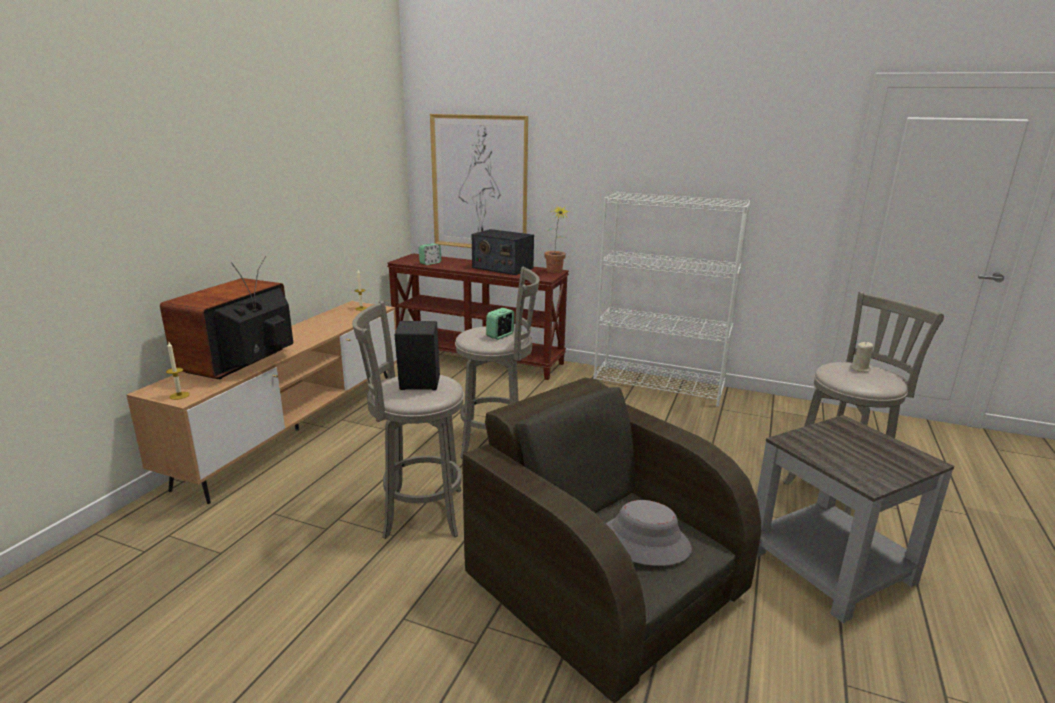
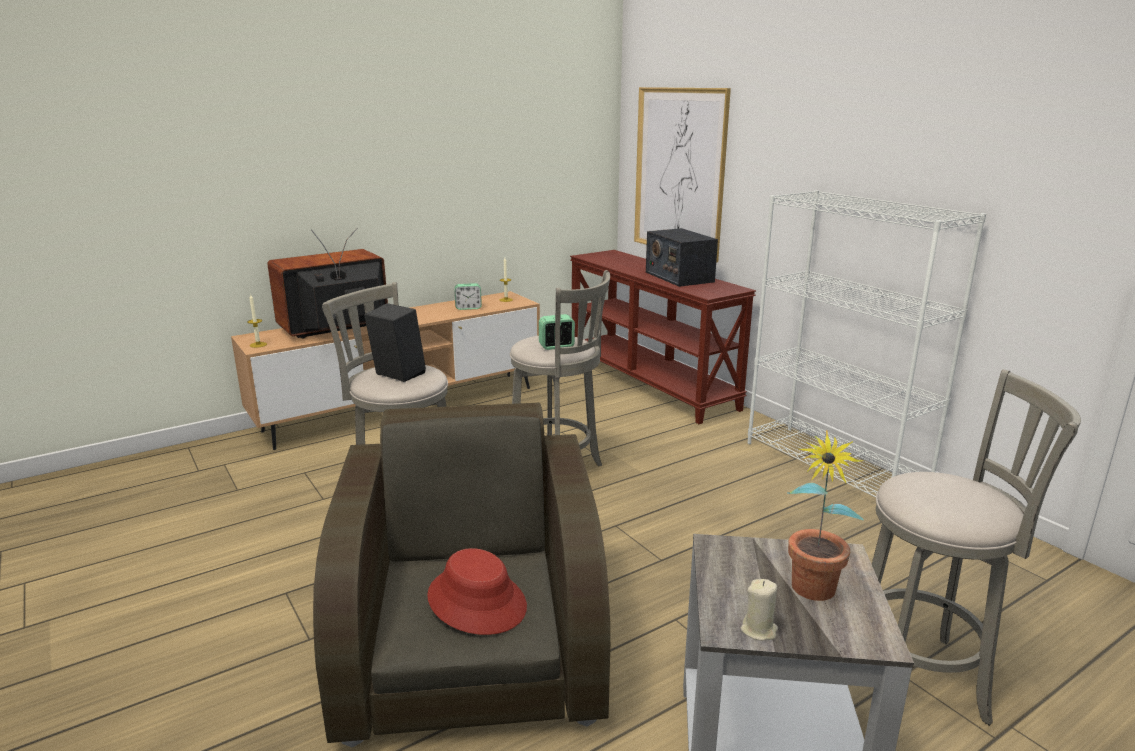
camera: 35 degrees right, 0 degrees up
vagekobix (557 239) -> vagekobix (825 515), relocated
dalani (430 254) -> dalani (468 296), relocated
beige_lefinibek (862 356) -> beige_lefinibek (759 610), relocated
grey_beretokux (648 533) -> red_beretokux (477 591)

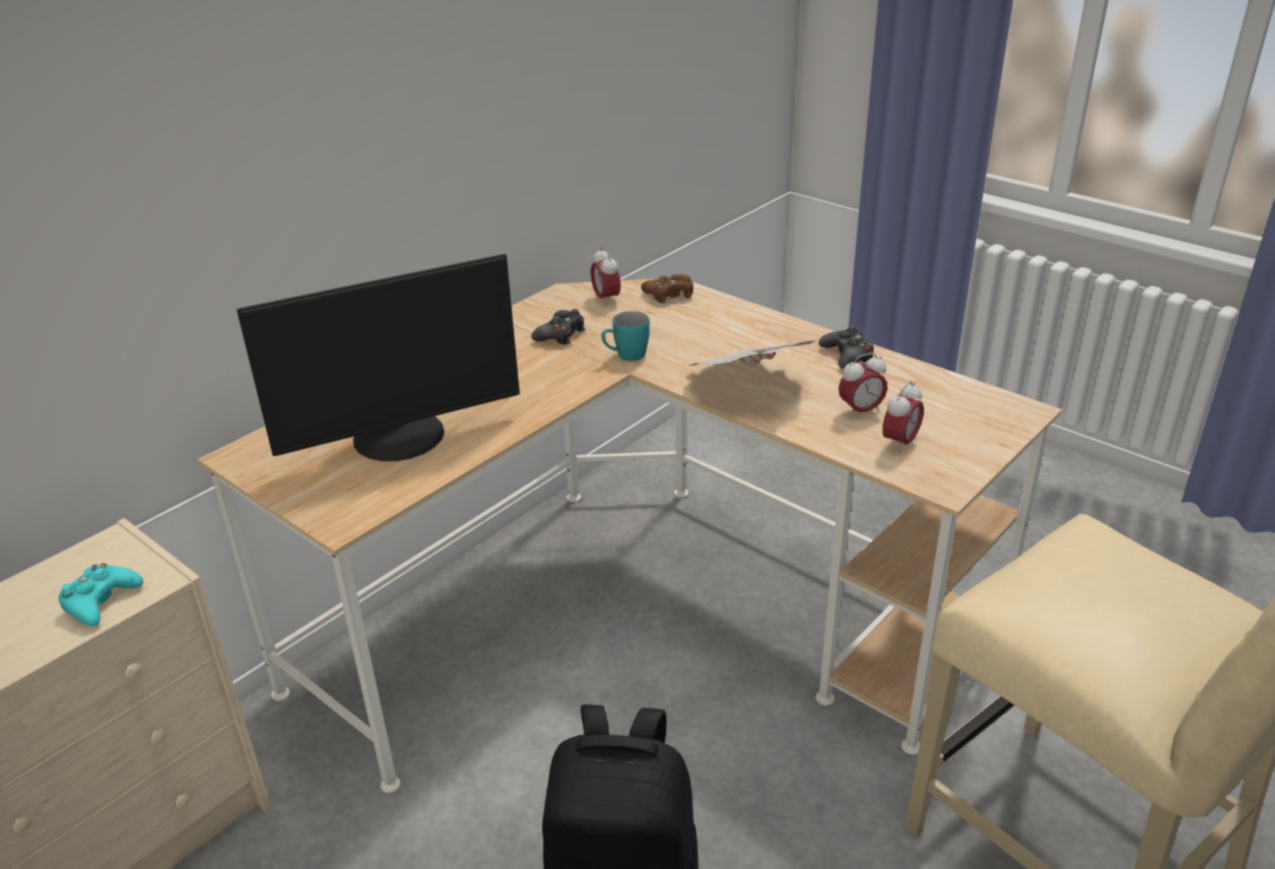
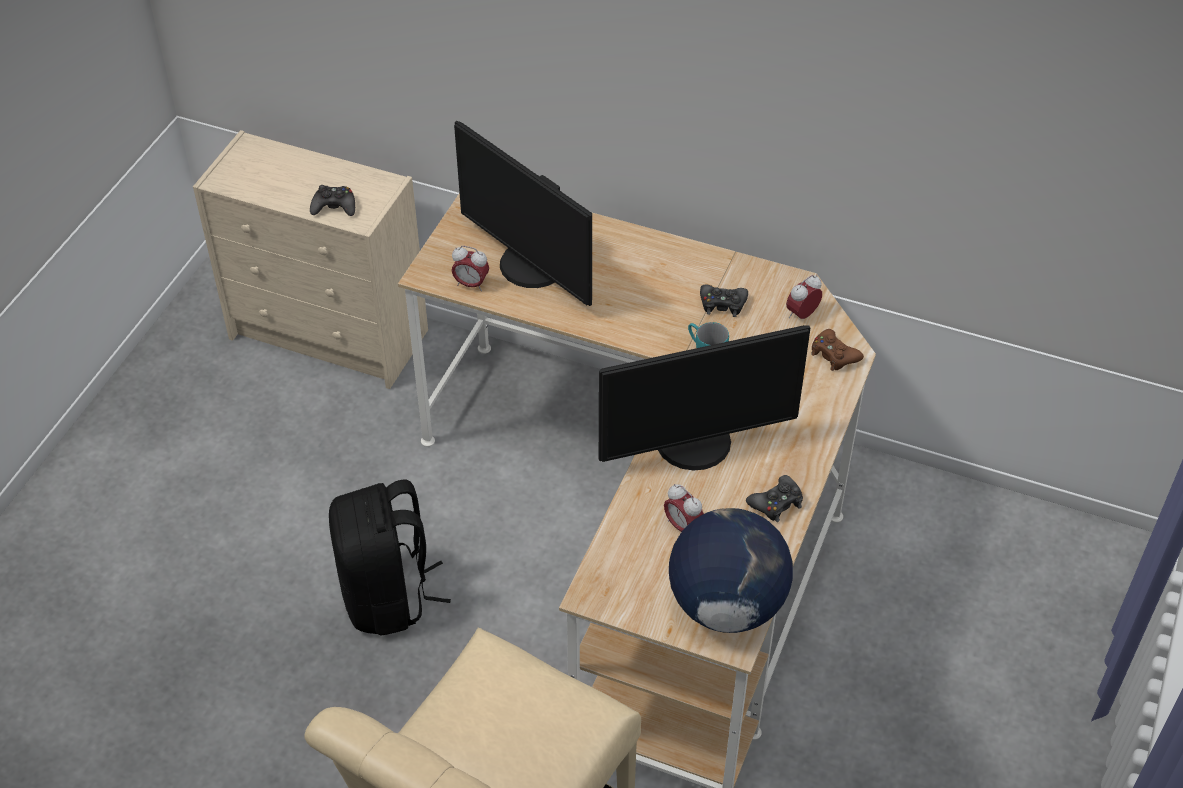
camera: 70 degrees right, 15 degrees up
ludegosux (751 353) -> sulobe (704 398)
dalani (903 417) -> dalani (470 268), relocated
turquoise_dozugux (101 595) -> black_dozugux (332 200)
none -> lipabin (731 570)

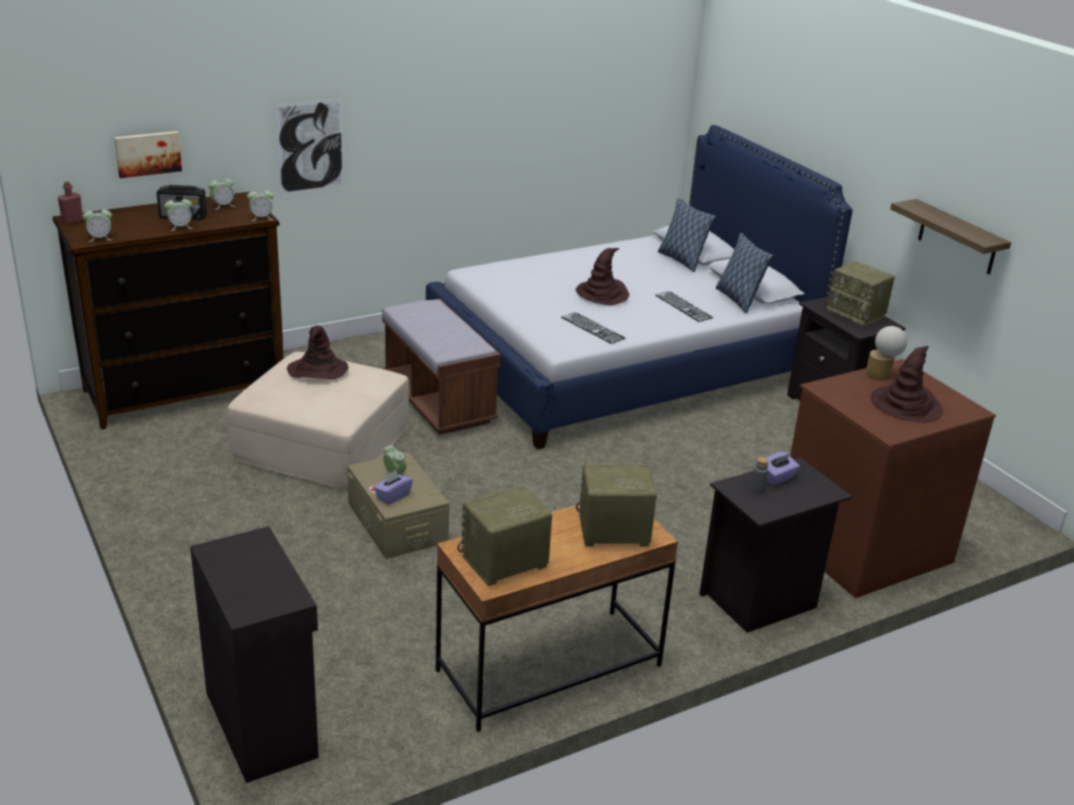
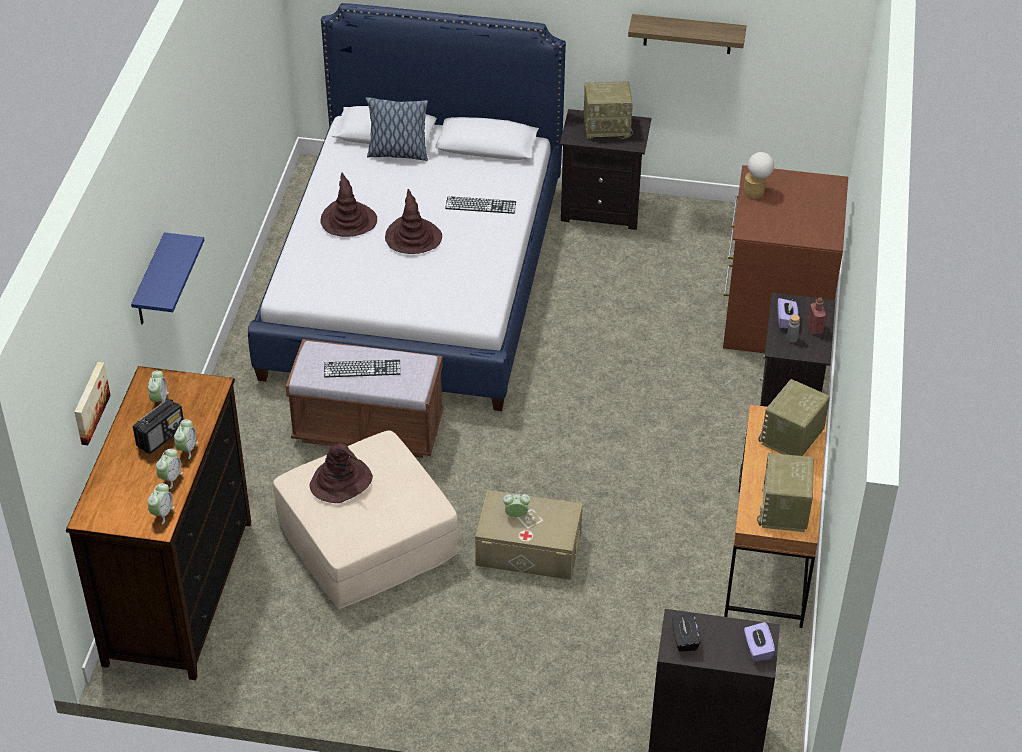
camera: 50 degrees left, 15 degrees up
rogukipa (309 146) -> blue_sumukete (167 278)
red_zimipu (70 203) -> red_zimipu (817 315), relocated
dalani (260 204) -> dalani (169 468), relocated
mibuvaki (745 273) -> none
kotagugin (593 328) -> kotagugin (362 368), relocated
brown_beretokux (907 384) -> brown_beretokux (349 205), relocated
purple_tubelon (393 487) -> purple_tubelon (759 642), relocated
none -> black_tubelon (686 632)

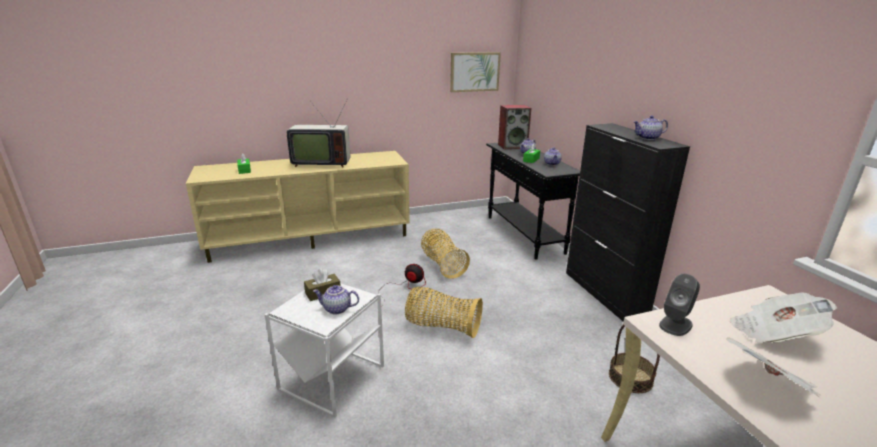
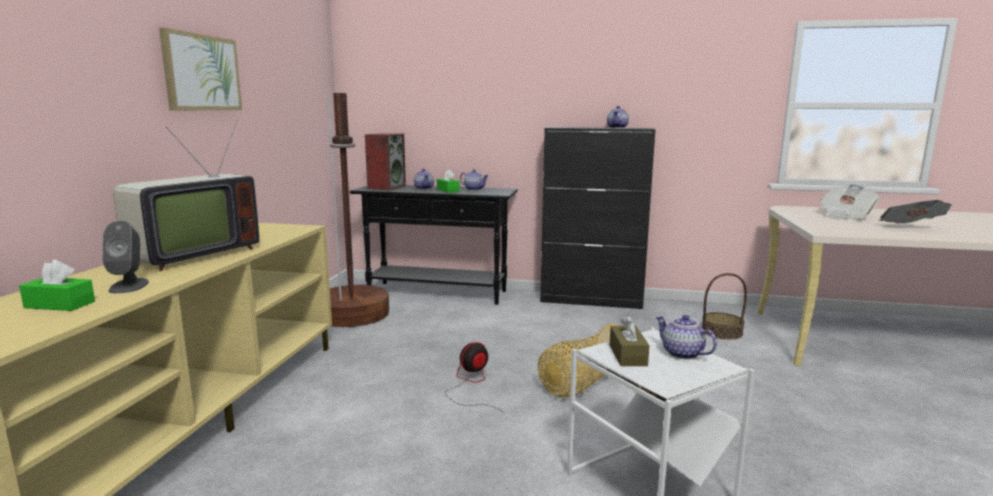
camera: 60 degrees left, 10 degrees down
rogukipa (475 72) -> rogukipa (200 69), relocated
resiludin (445 254) -> none
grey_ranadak (679 305) -> grey_ranadak (126 257), relocated
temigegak (336 300) -> temigegak (686 337), 105 degrees clockwise
none -> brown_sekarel (358 210)

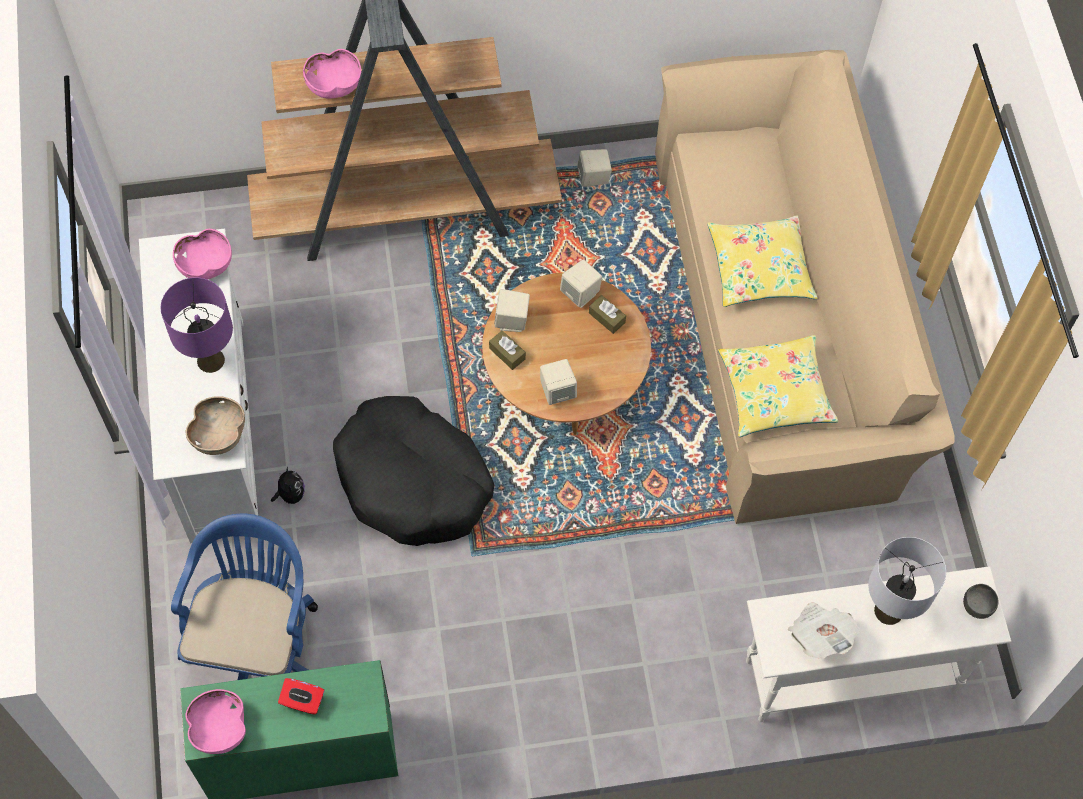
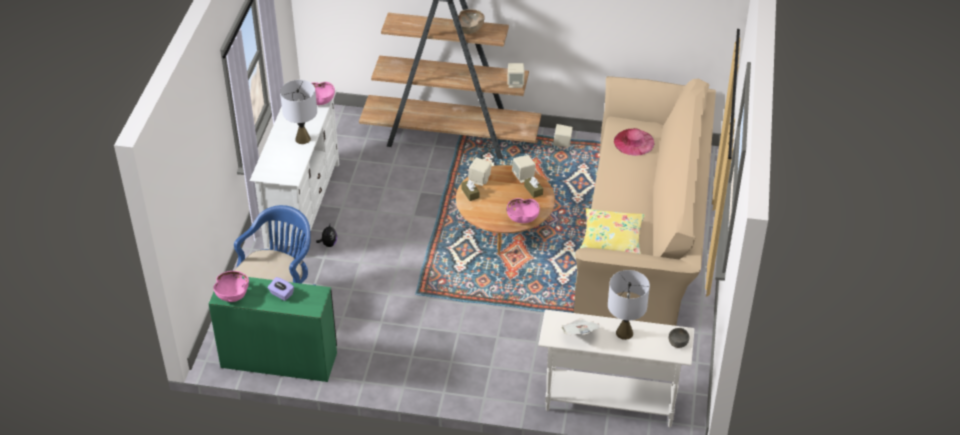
camera: 20 degrees right, 20 degrees down
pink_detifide (332 74) -> pink_detifide (523 210), relocated
yellow_mibuvaki (762 261) -> none
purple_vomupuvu (197 325) -> grey_vomupuvu (298 112)
beige_ranadak (558 382) -> beige_ranadak (515 75), relocated
brown_detifide (215 425) -> brown_detifide (469 21), relocated
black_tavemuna (413 471) -> none
red_tubelon (301 696) -> purple_tubelon (281 289)
none -> pink_beretokux (634 142)

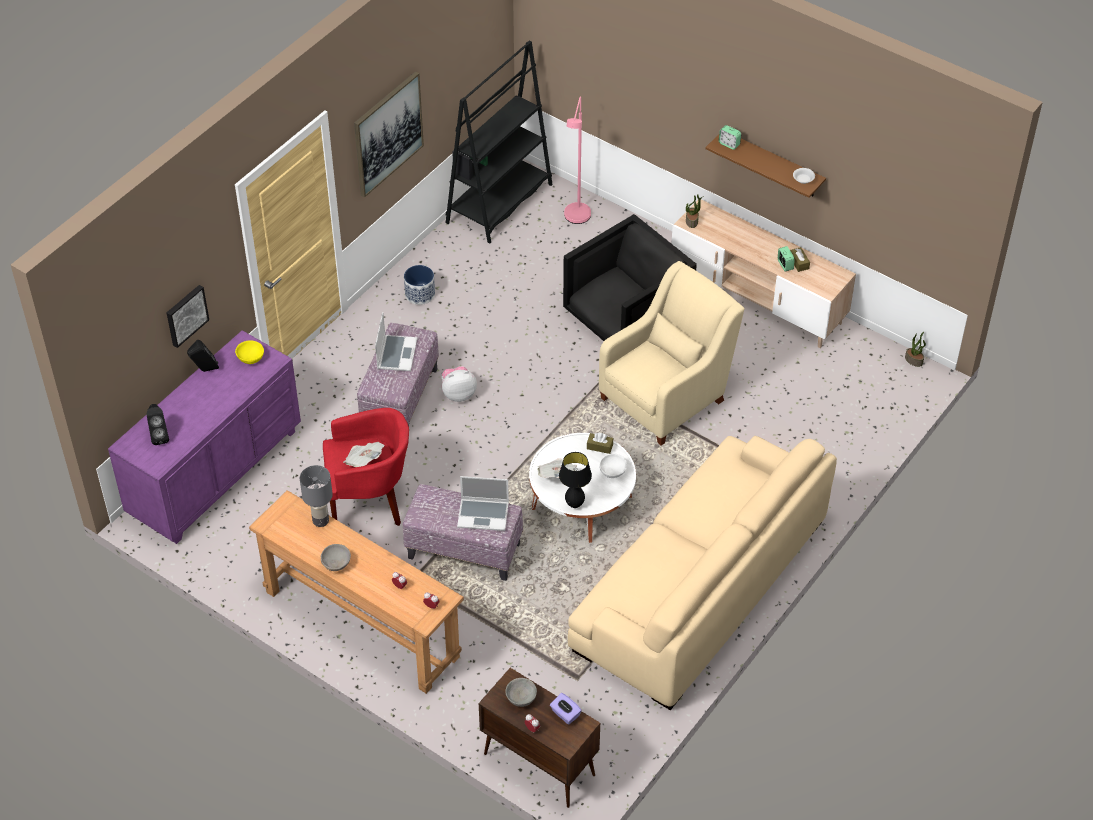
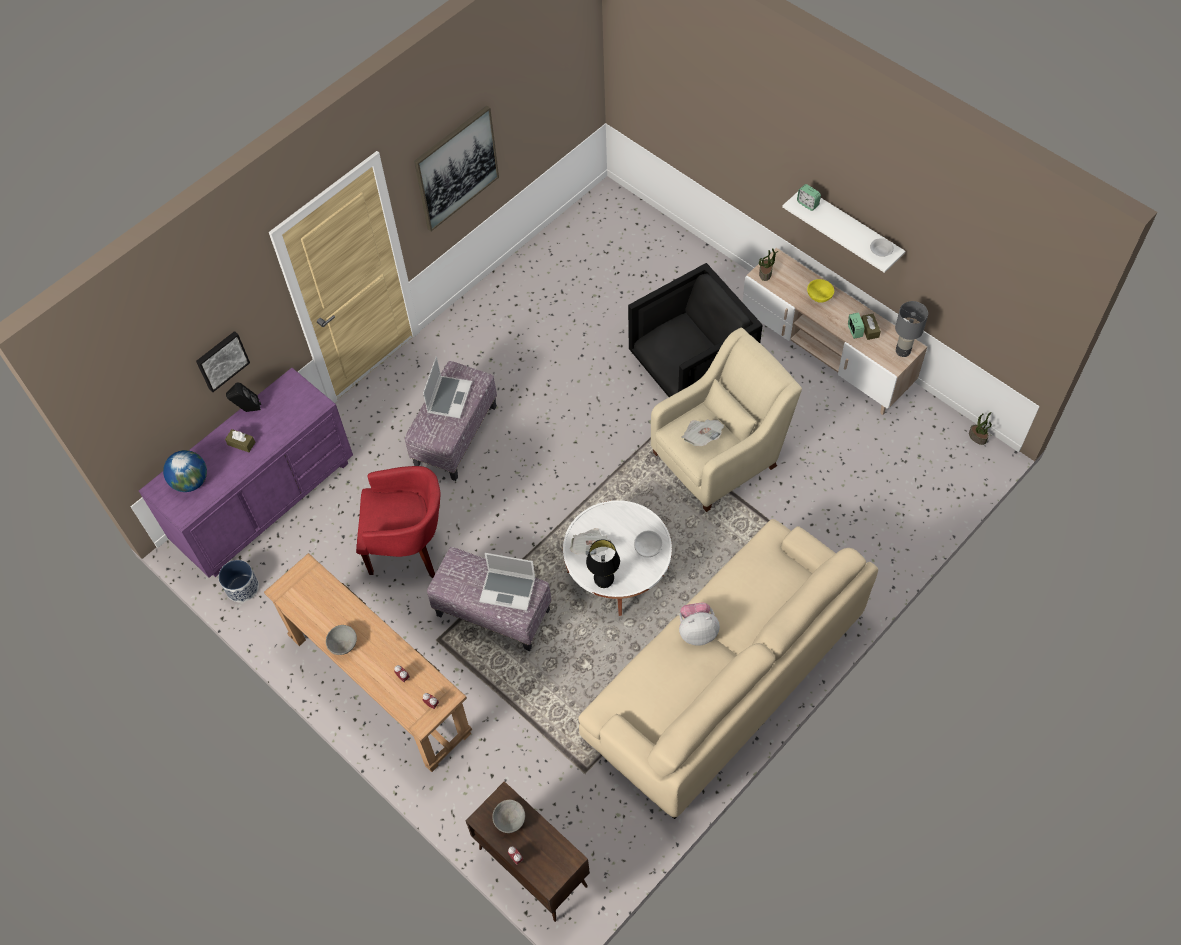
camera: 10 degrees right, 10 degrees up
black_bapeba (499 142) -> none
pink_sekarel (577 160) -> none
brown_sumukete (765 166) -> white_sumukete (843 232)
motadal (419 285) -> motadal (239 581), relocated
yellow_detifide (249 352) -> yellow_detifide (820 291), relocated
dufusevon (459 384) -> dufusevon (699 624), relocated
black_ranadak (158 424) -> lipabin (185 471)
brown_tubelon (600 443) -> brown_tubelon (240 440), relocated
ludegosux (363 454) -> ludegosux (702 432), relocated
grey_vomupuvu (316 496) -> grey_vomupuvu (911 329), relocated
purple_tubelon (566 709) -> none

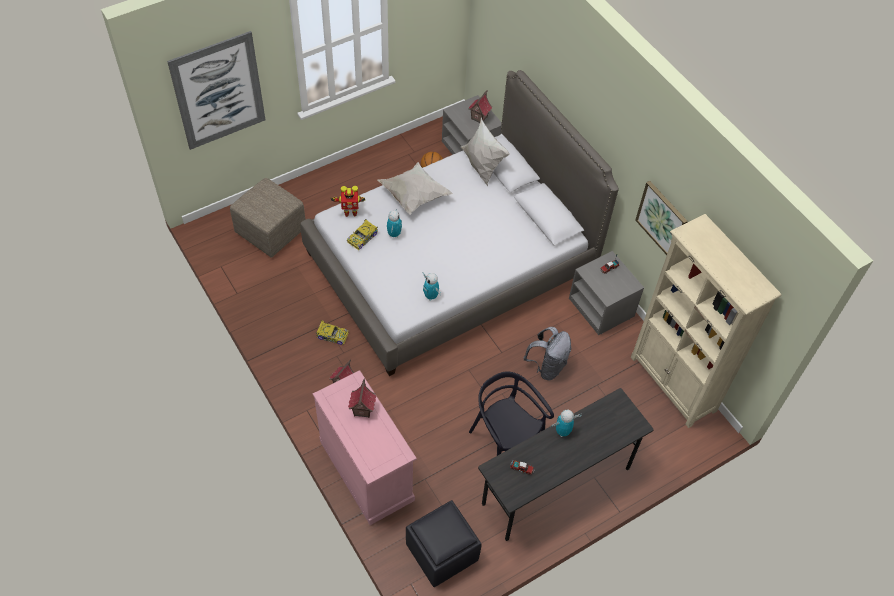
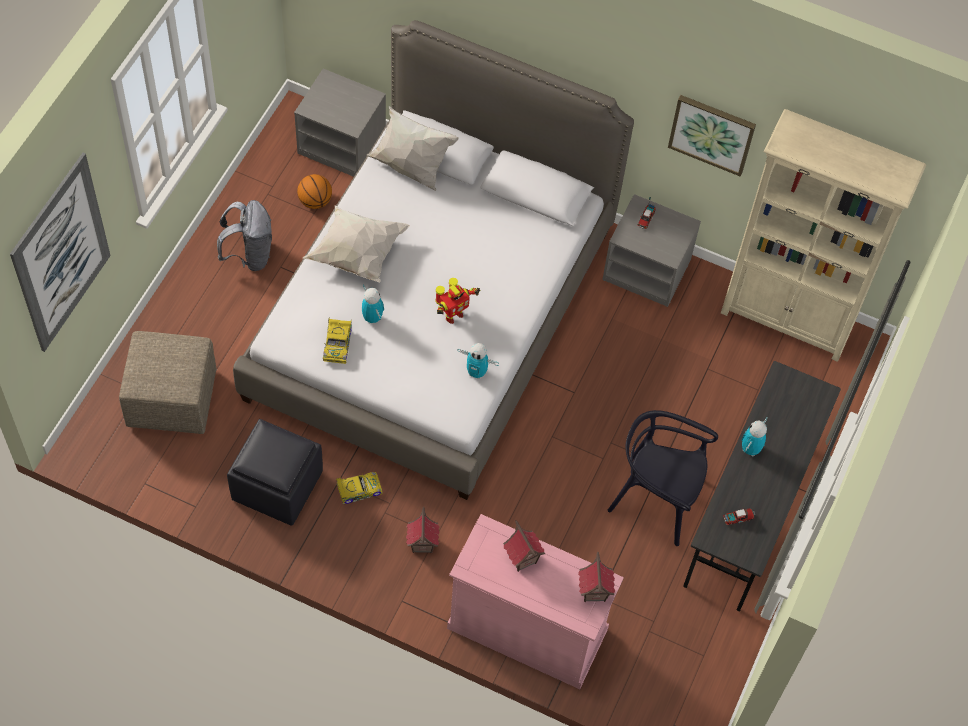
camera: 35 degrees left, 5 degrees up
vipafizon (480 106) -> vipafizon (596 577), relocated
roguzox (348 201) -> roguzox (457 301), relocated
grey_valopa (547 353) -> grey_valopa (244 235), relocated
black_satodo (444 543) -> black_satodo (275 472), relocated

